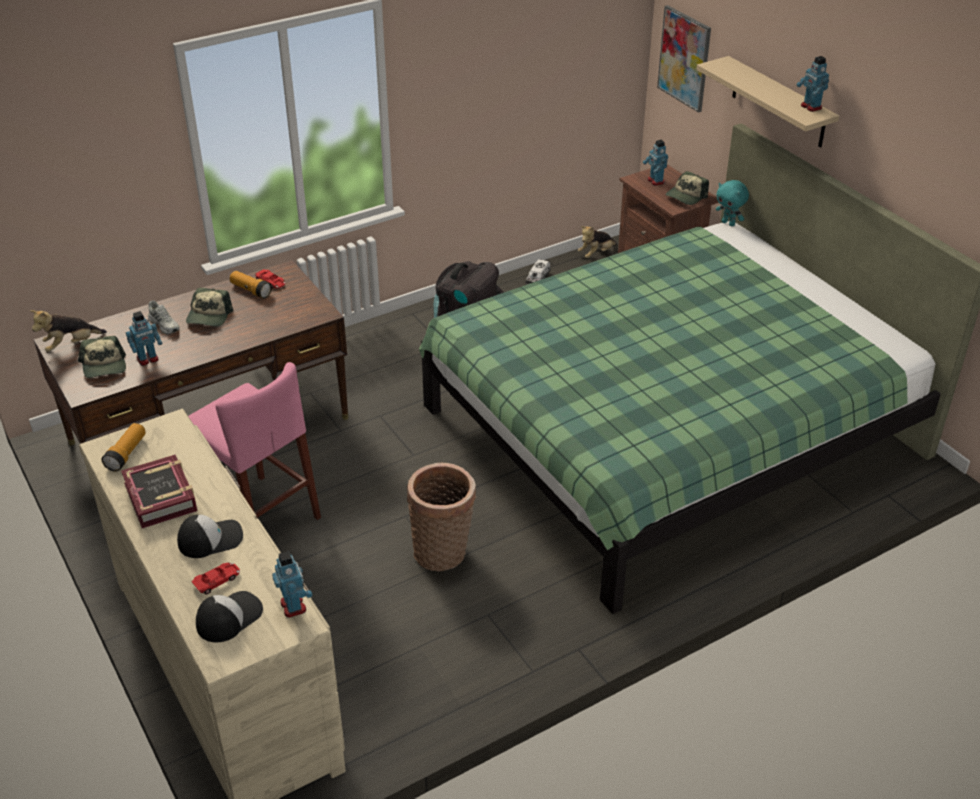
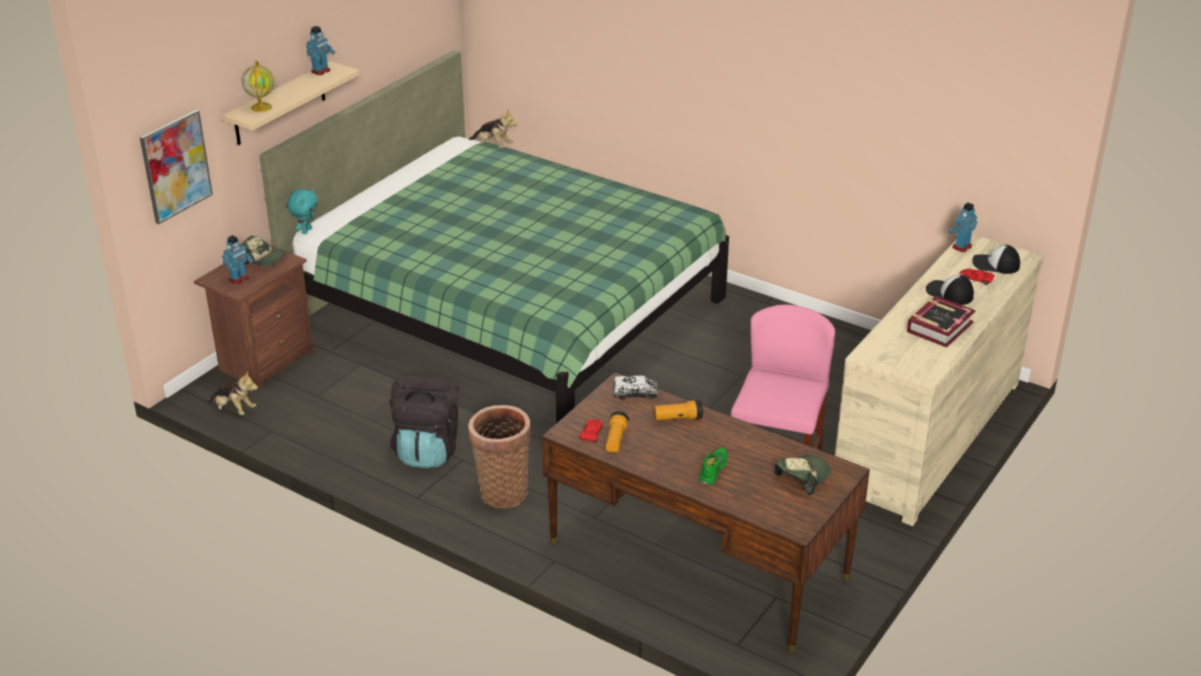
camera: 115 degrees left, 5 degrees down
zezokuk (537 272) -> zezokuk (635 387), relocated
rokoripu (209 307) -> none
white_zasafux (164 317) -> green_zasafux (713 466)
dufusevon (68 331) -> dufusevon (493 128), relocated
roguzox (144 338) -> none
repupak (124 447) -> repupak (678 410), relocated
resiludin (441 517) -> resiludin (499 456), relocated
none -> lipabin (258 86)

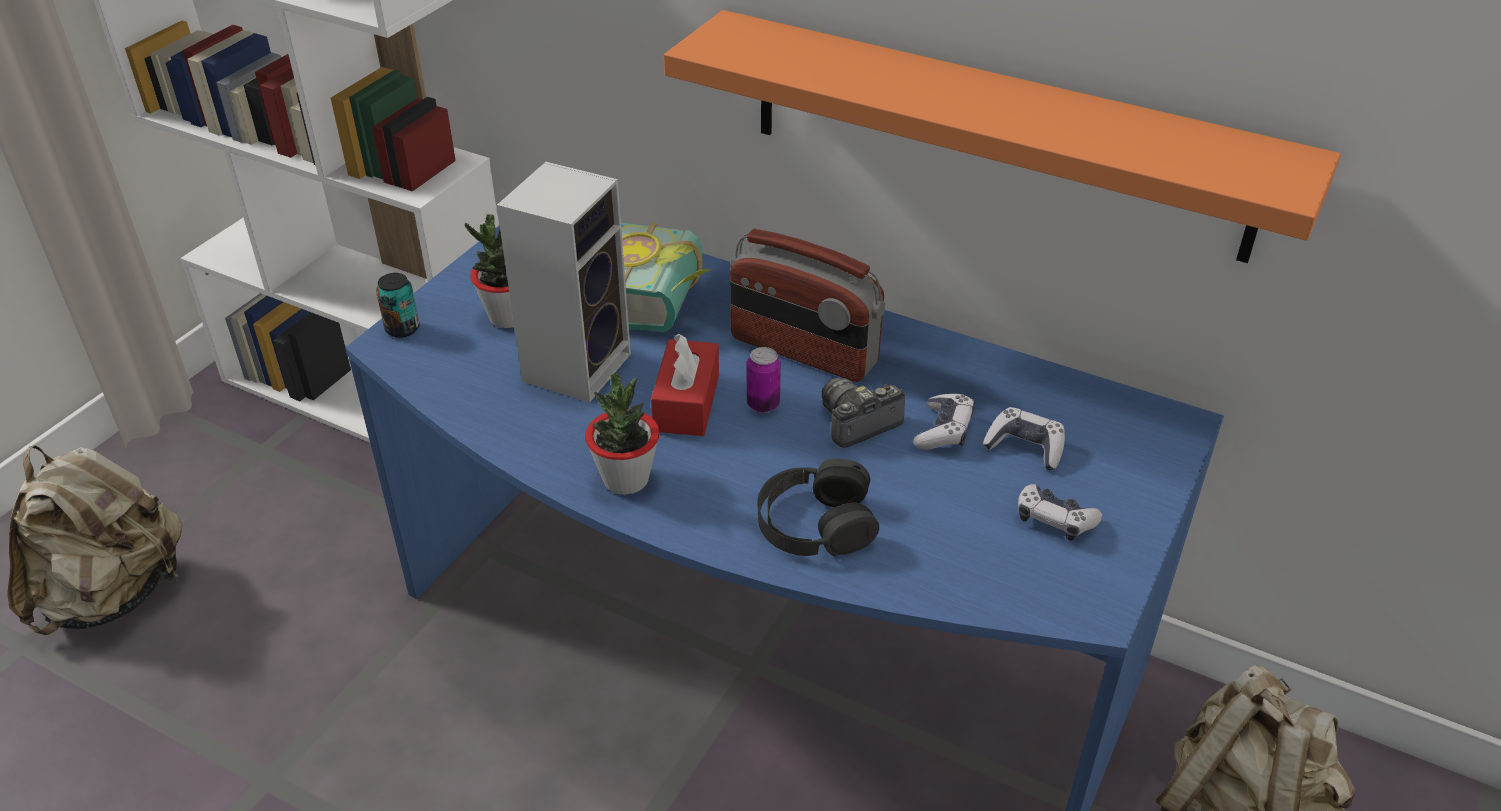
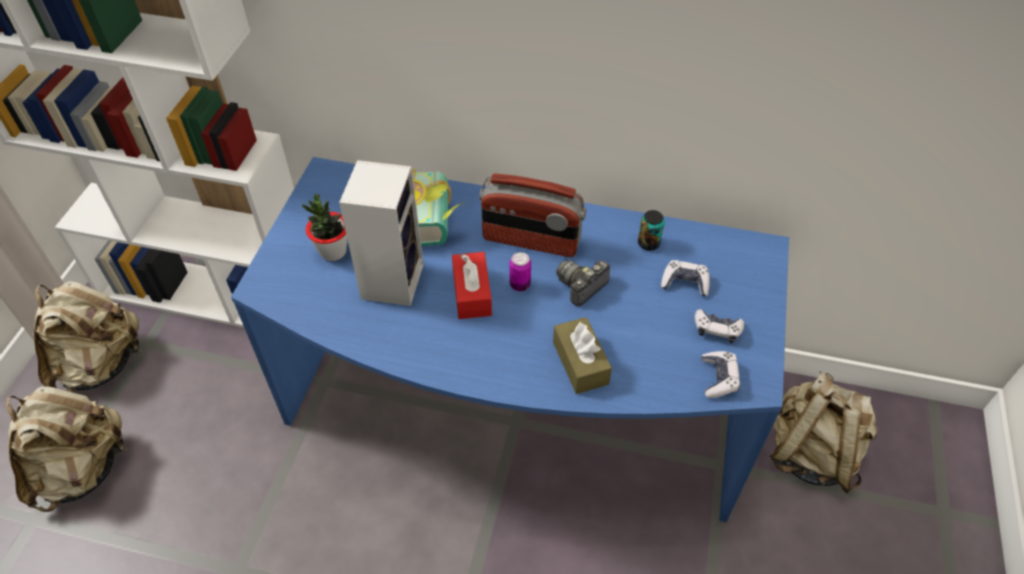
camera: 15 degrees left, 10 degrees up
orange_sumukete (1002 136) -> none
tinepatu (398 305) -> tinepatu (651 230), relocated
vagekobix (622 433) -> none
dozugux (944 422) -> dozugux (720 374), relocated
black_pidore (818 507) -> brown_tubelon (582 355)
none -> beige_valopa (88 337)

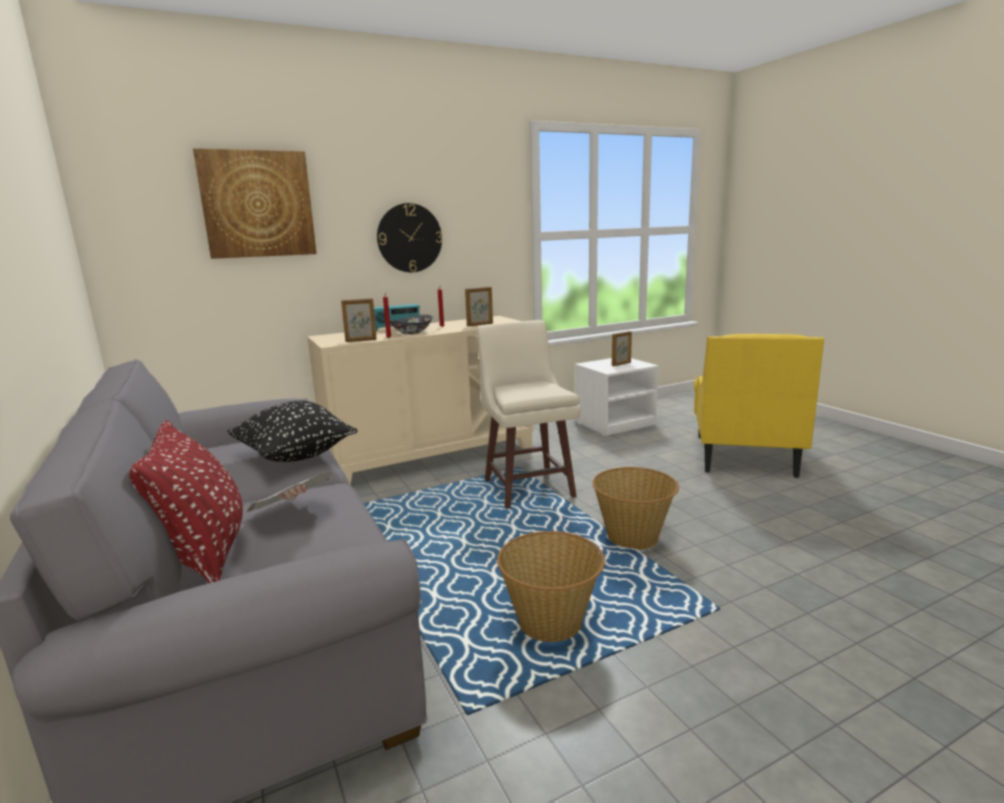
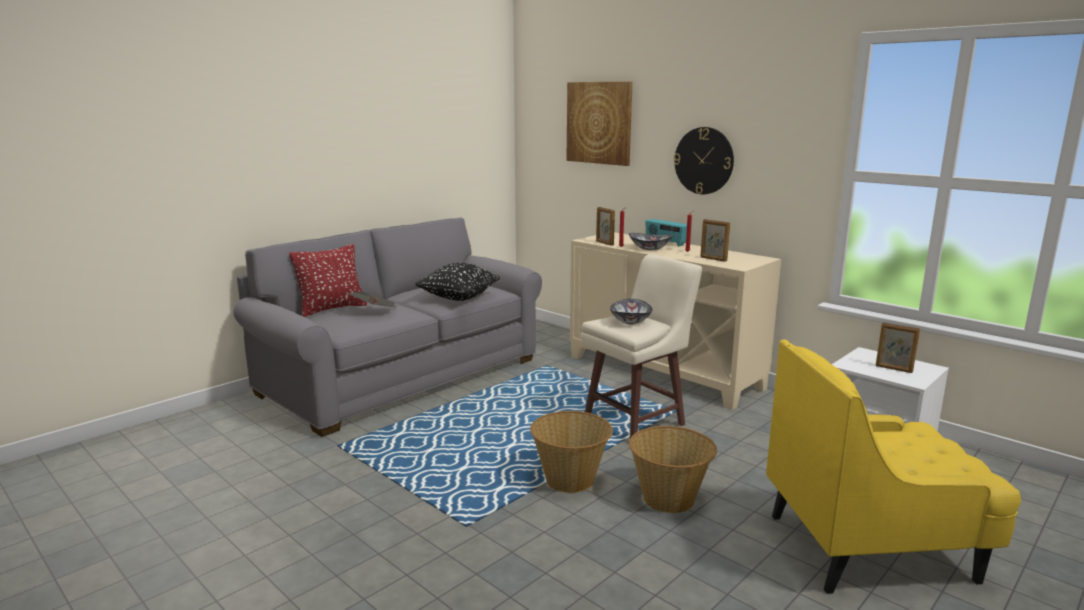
camera: 70 degrees right, 0 degrees up
resiludin (551 586) -> resiludin (673 469), relocated
none -> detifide (631 311)

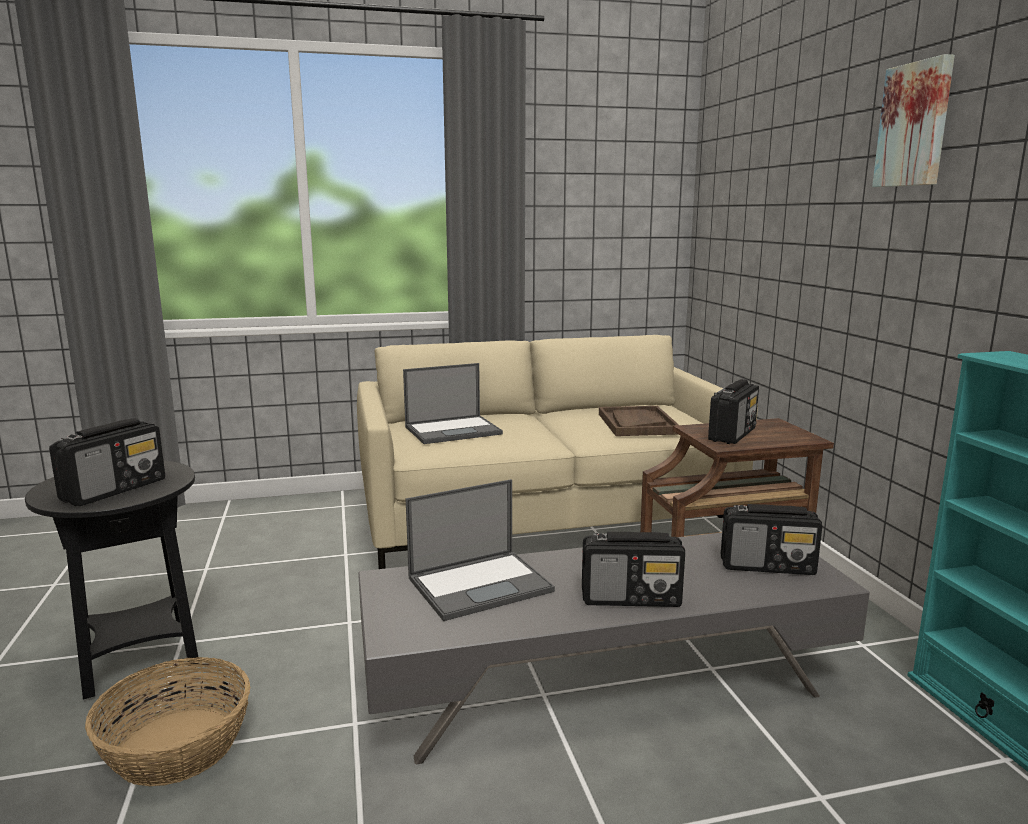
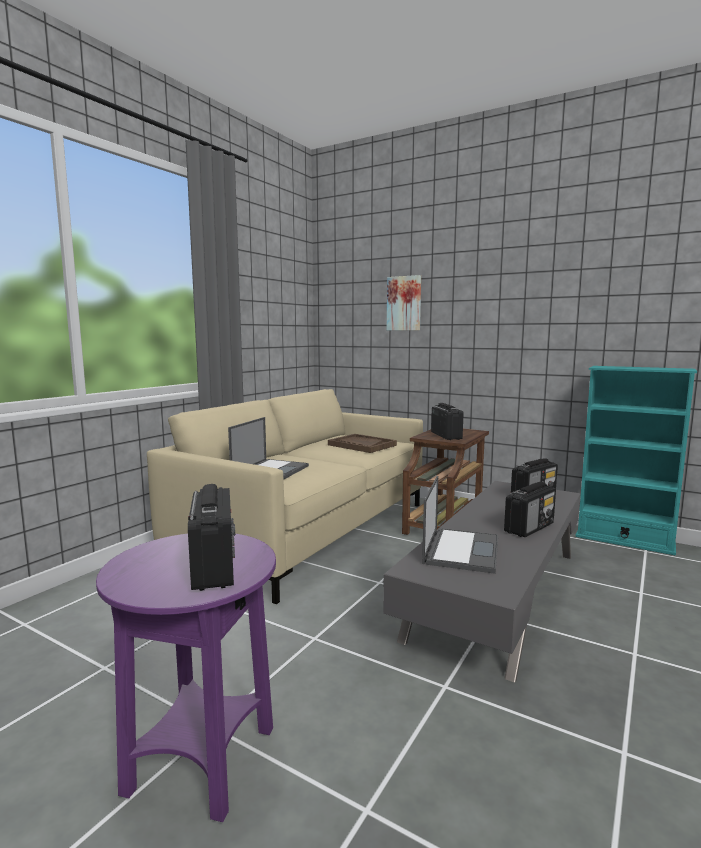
camera: 45 degrees left, 5 degrees down
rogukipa (913 120) -> rogukipa (404 303), relocated
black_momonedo (112 580) -> purple_momonedo (186 678)
resiludin (167 721) -> none

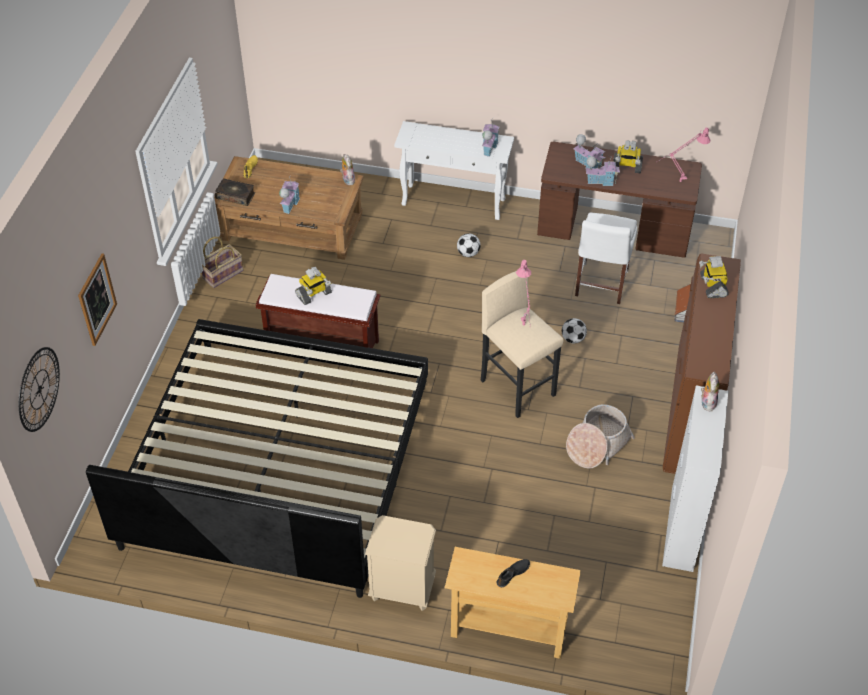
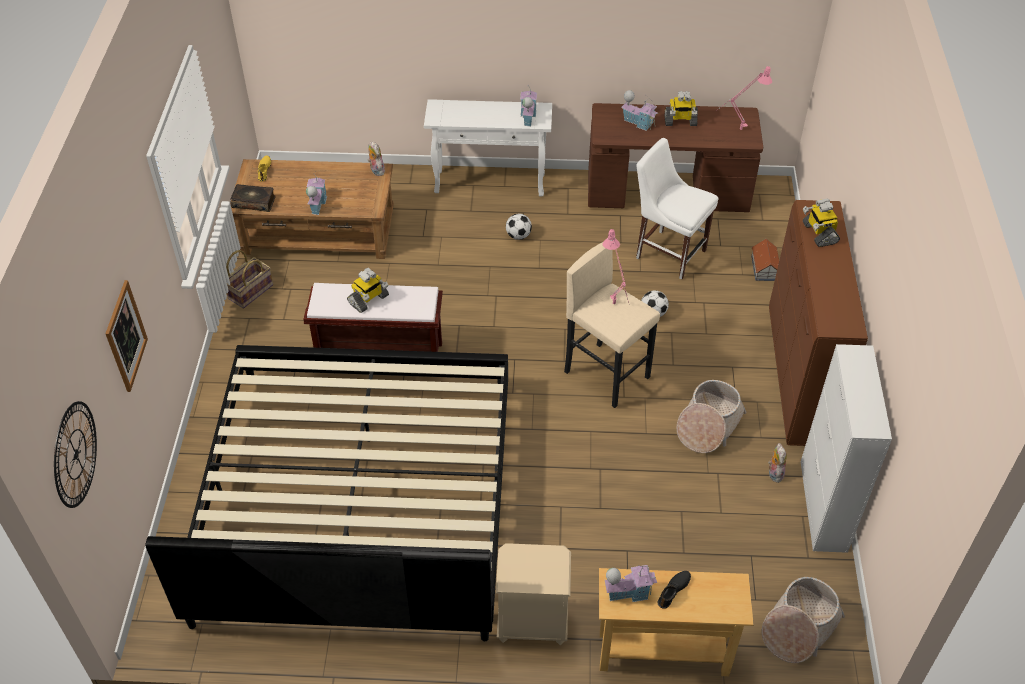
camera: 10 degrees left, 0 degrees up
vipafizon (603 171) -> vipafizon (631 583), relocated
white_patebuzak (606 258) -> white_patebuzak (677 209), 120 degrees clockwise
dufusevon (710 391) -> dufusevon (777 463), relocated
none -> resiludin (803 620)

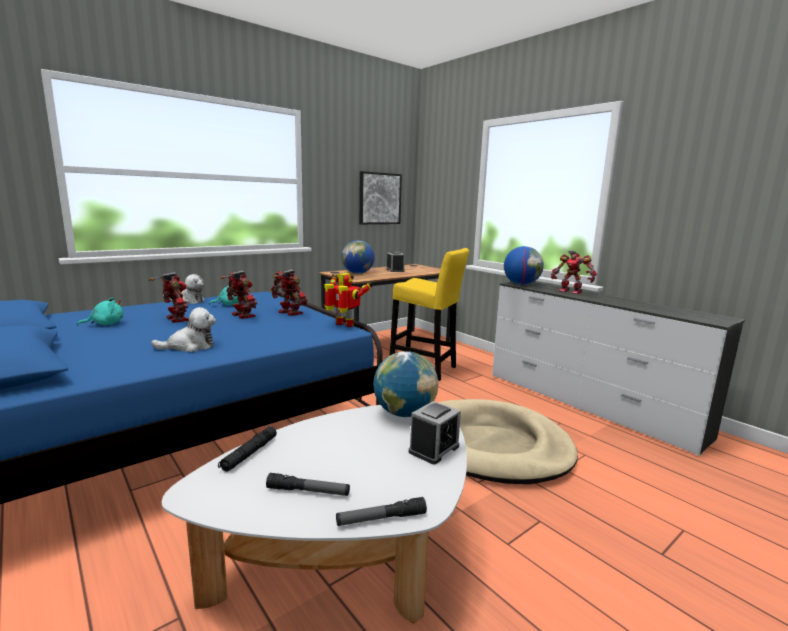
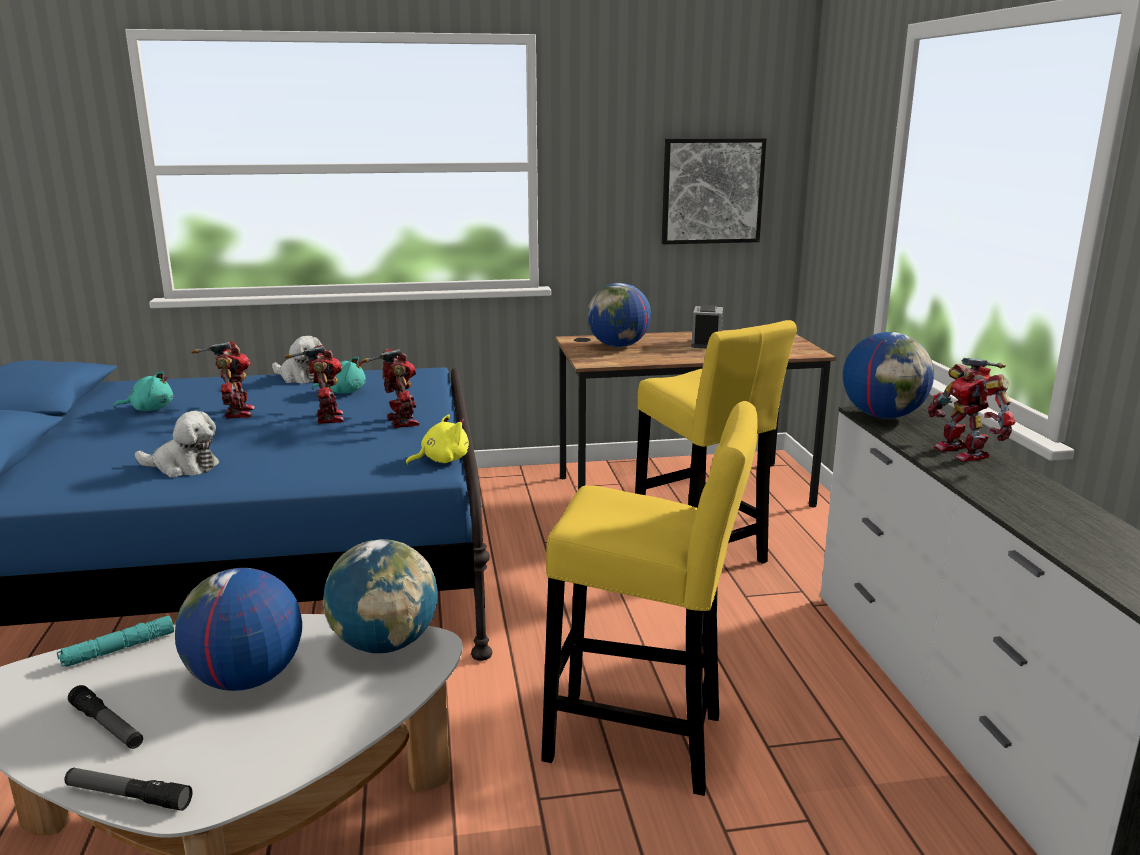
camera: 30 degrees right, 5 degrees up
roguzox (348 300) -> yellow_dufusevon (437 440)
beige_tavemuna (508 441) -> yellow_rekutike (649 598)
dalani (435 432) -> none
black_repupak (247 449) -> turquoise_repupak (115 641)
none -> lipabin (238 629)

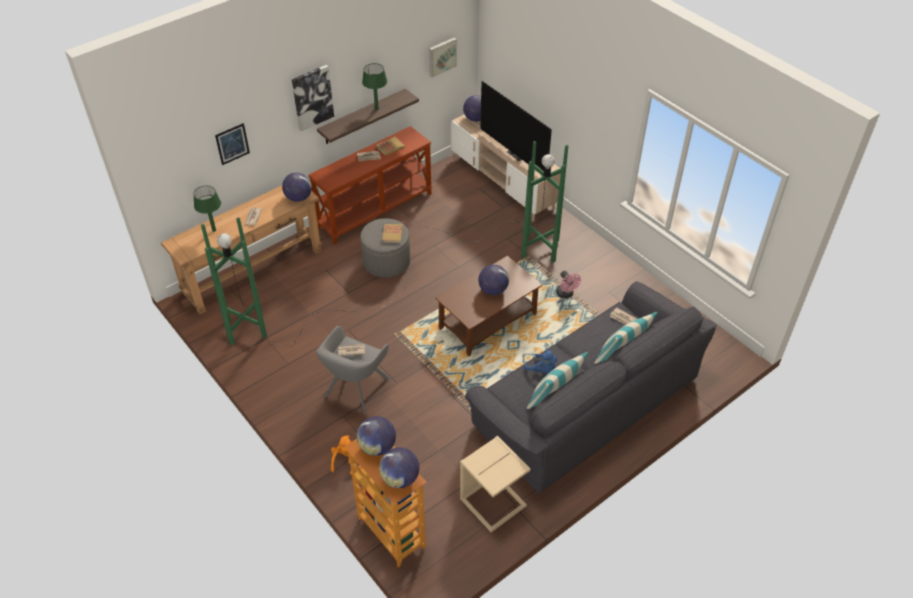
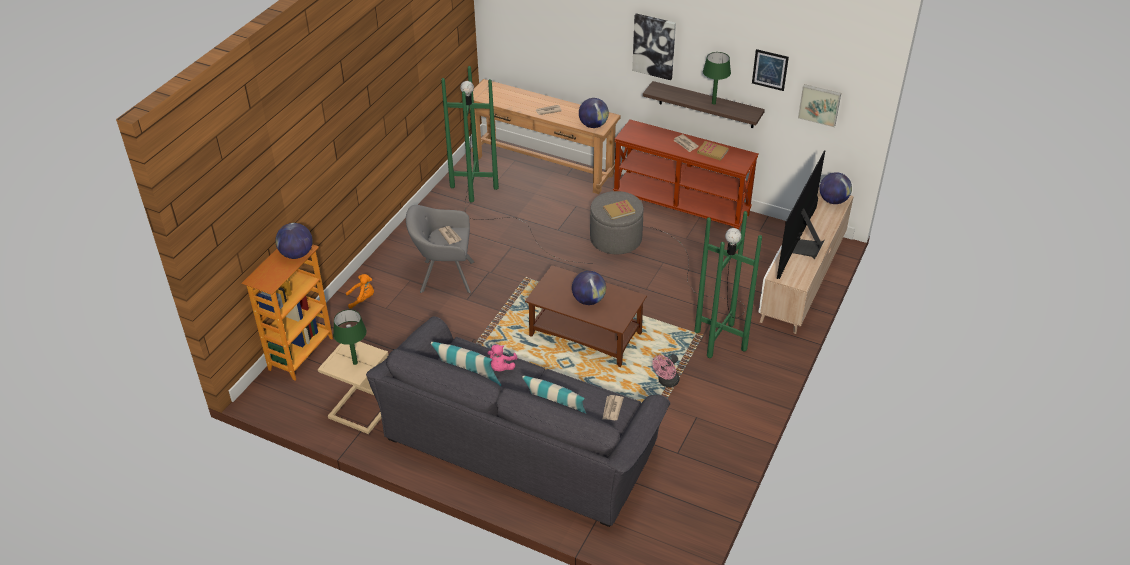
camera: 65 degrees right, 5 degrees down
rogukipa (232 144) -> rogukipa (770 70), relocated
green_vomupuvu (207 208) -> green_vomupuvu (349 337), relocated
blue_dufusevon (540 361) -> pink_dufusevon (502 358)
lipabin (399 467) -> none

